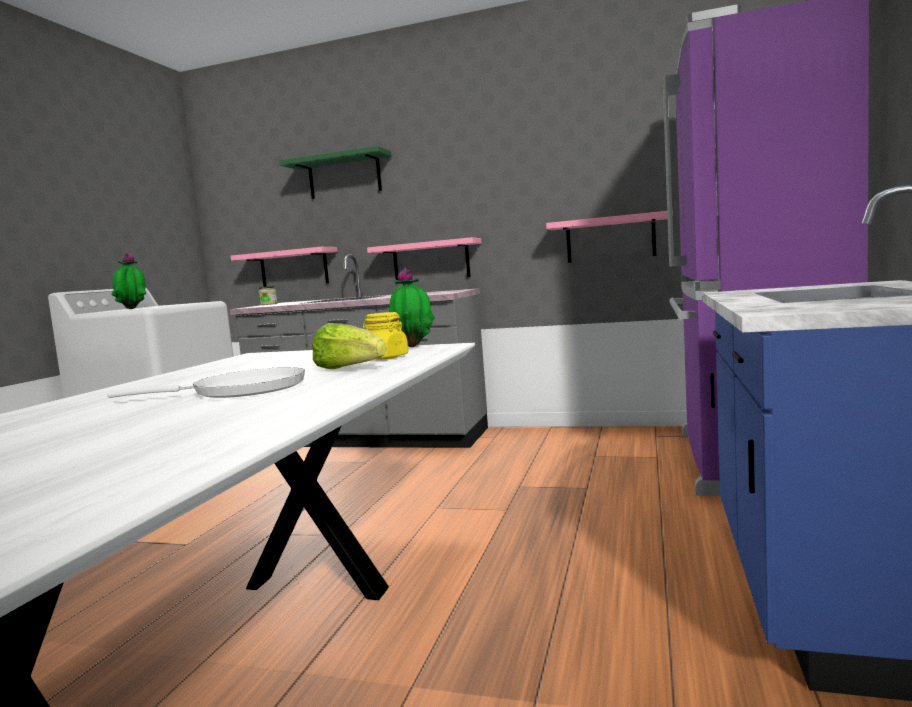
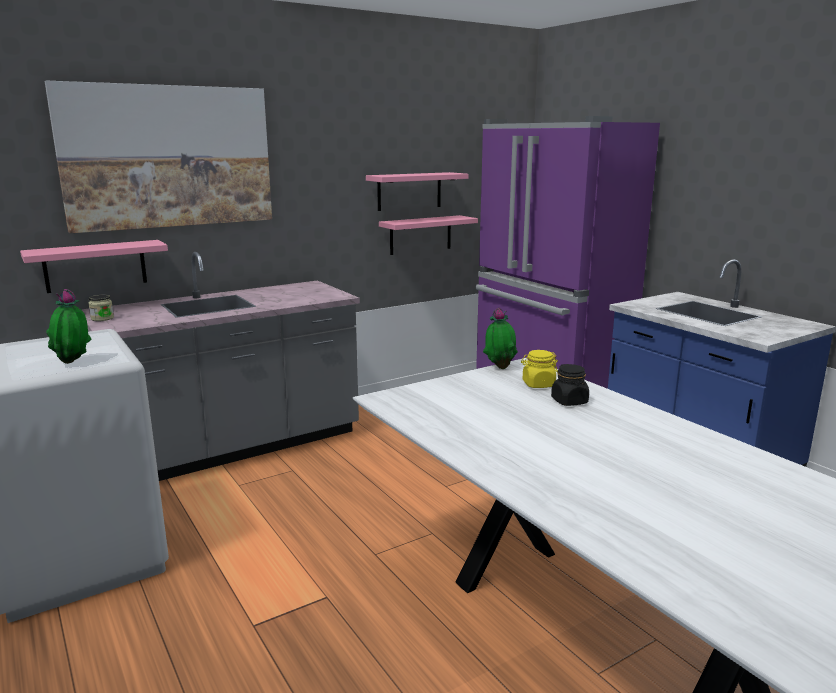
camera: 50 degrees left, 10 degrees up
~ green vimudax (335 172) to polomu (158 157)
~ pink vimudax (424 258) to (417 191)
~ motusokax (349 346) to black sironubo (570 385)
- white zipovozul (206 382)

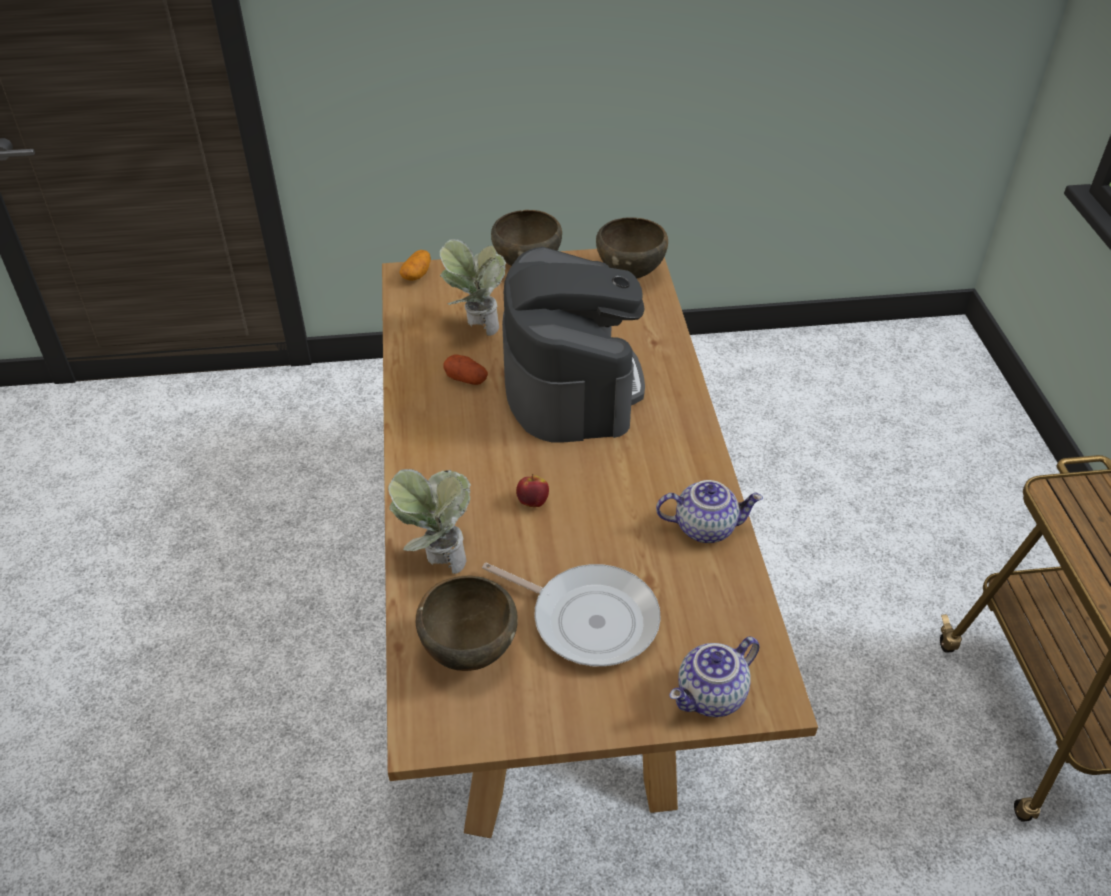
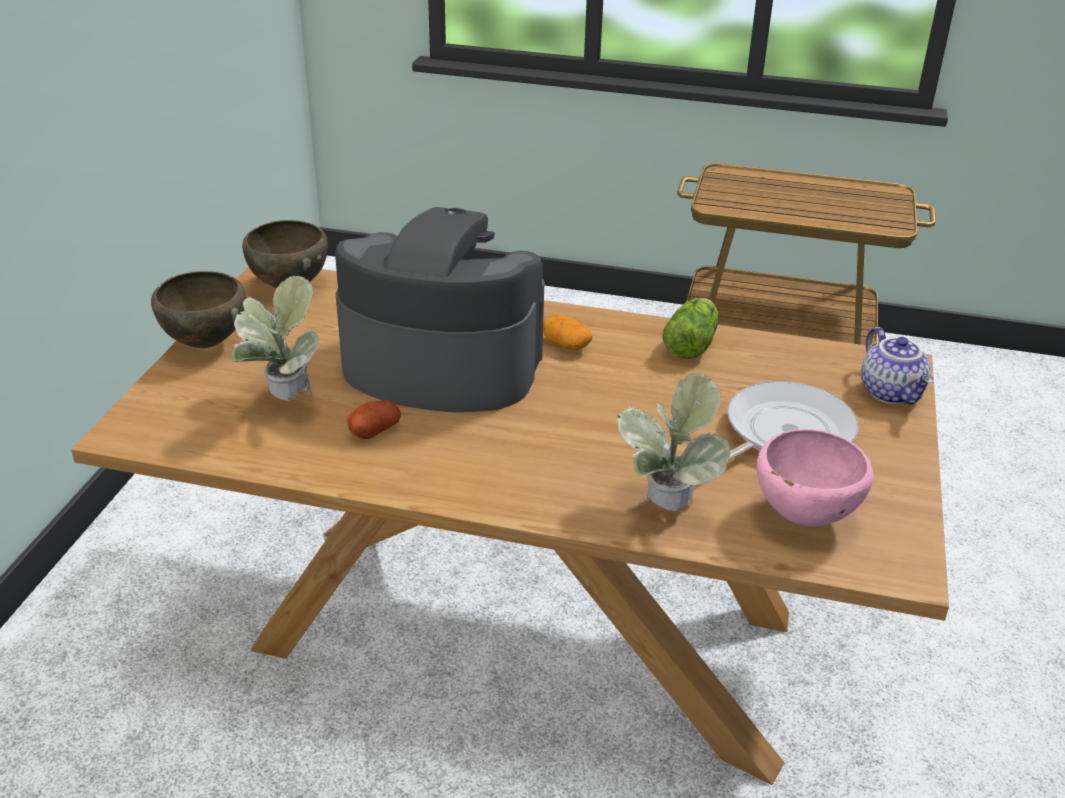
camera: 70 degrees left, 10 degrees down
~ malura (415 265) to (568 332)
- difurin (532 490)
~ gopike (709 511) to motusokax (690 328)
~ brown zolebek (467 623) to pink zolebek (815 477)

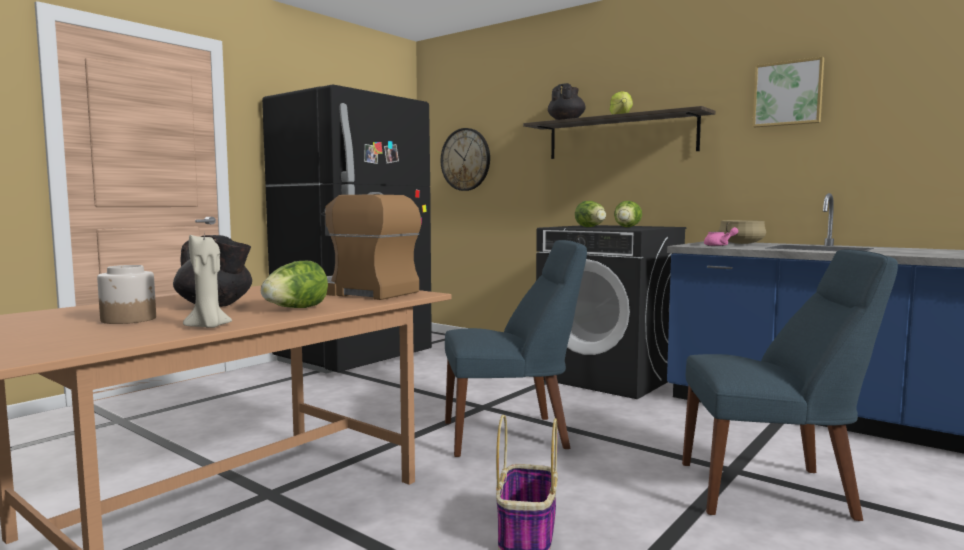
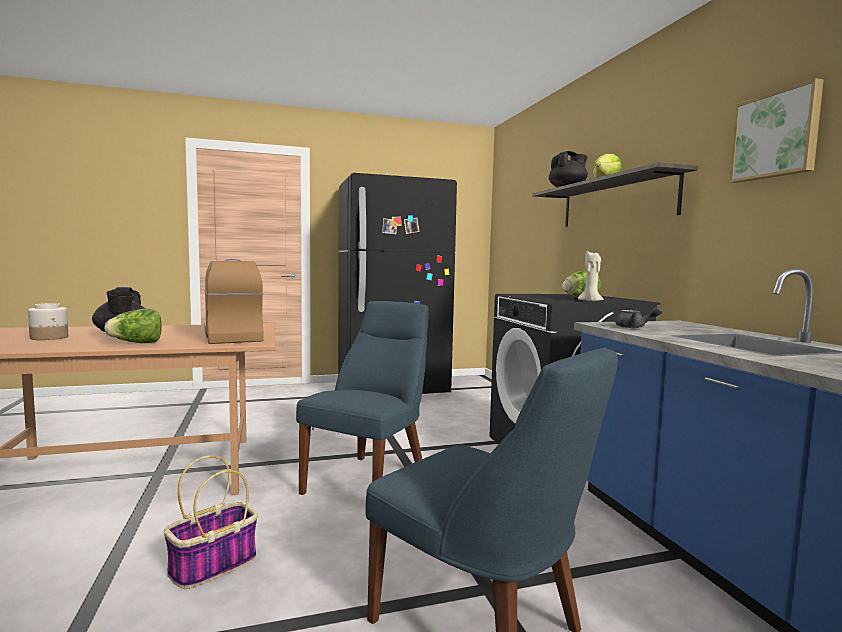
camera: 35 degrees right, 0 degrees up
- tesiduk (465 159)
- motusokax (590 214)
- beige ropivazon (742 232)
~ pink gopike (721 236) to grey gopike (639 317)
~ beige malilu (207 281) to (590 276)
~ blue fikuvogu (516 348) = (362 398) 90 degrees counterclockwise

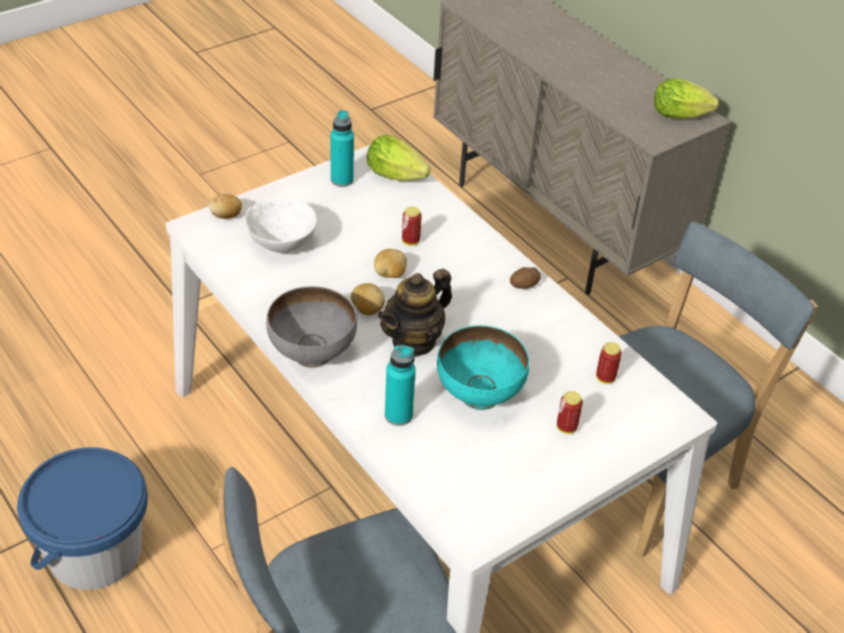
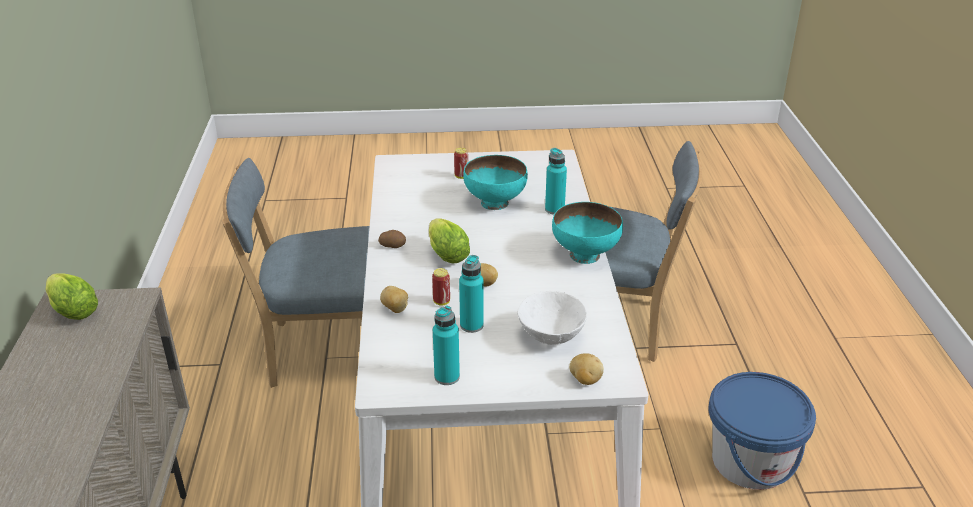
camera: 145 degrees left, 10 degrees down
~ motusokax (399 158) to (449 241)
- gopike (415 313)
~ malura (368 299) to (394 299)
~ grey zolebek (311 327) to turquoise zolebek (587 233)
- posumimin (609 363)
+ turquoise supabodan (471 294)

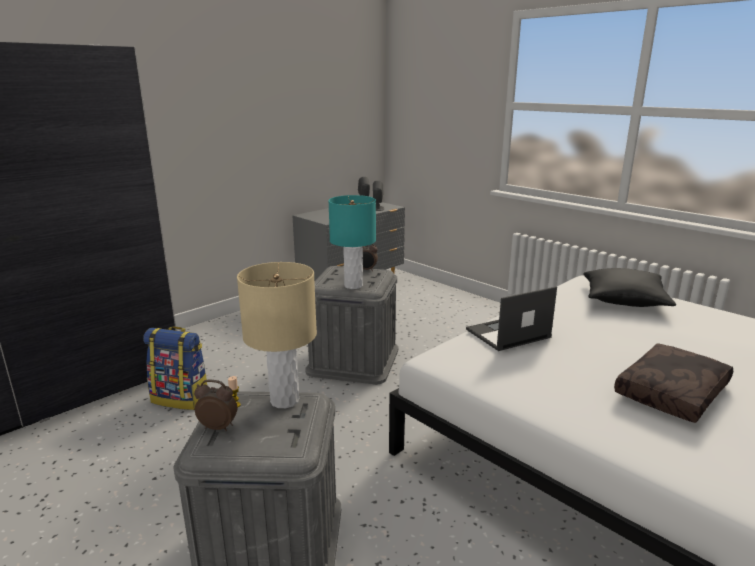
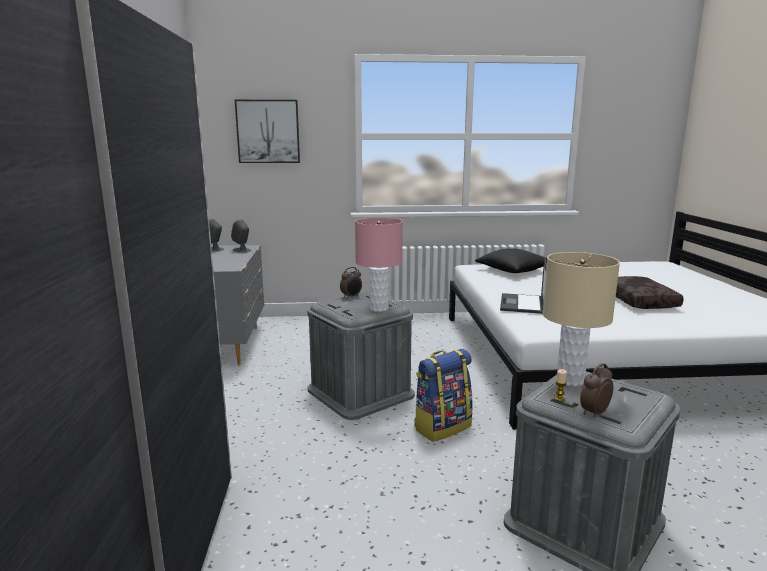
camera: 50 degrees left, 5 degrees down
~ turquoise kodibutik (352 242) to pink kodibutik (379 265)
~ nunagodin (175 368) to (443 395)
+ polomu (267 131)

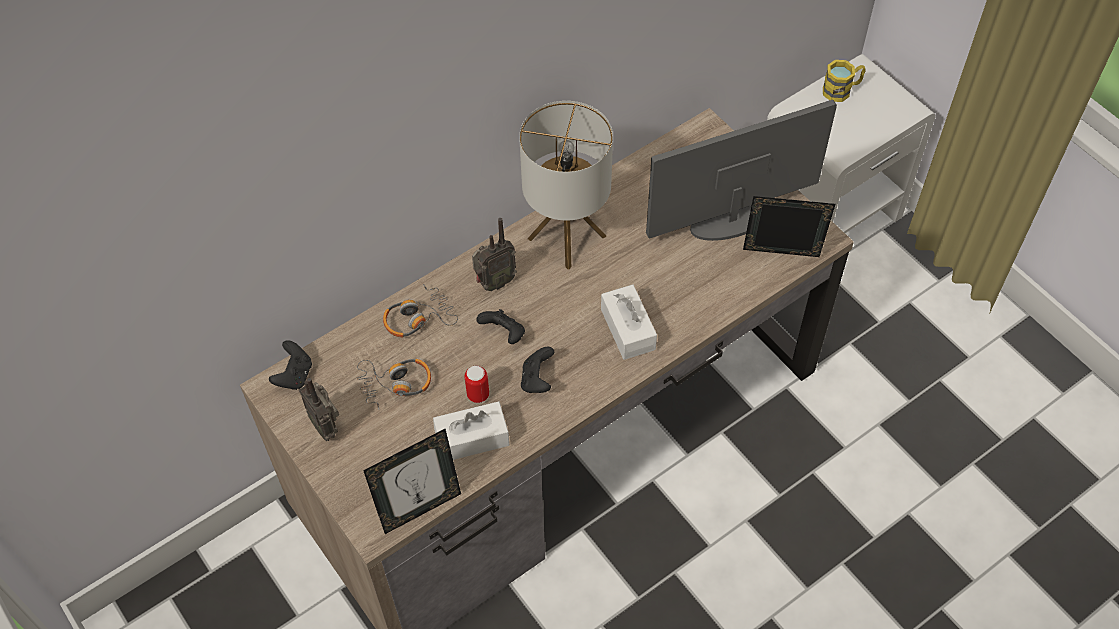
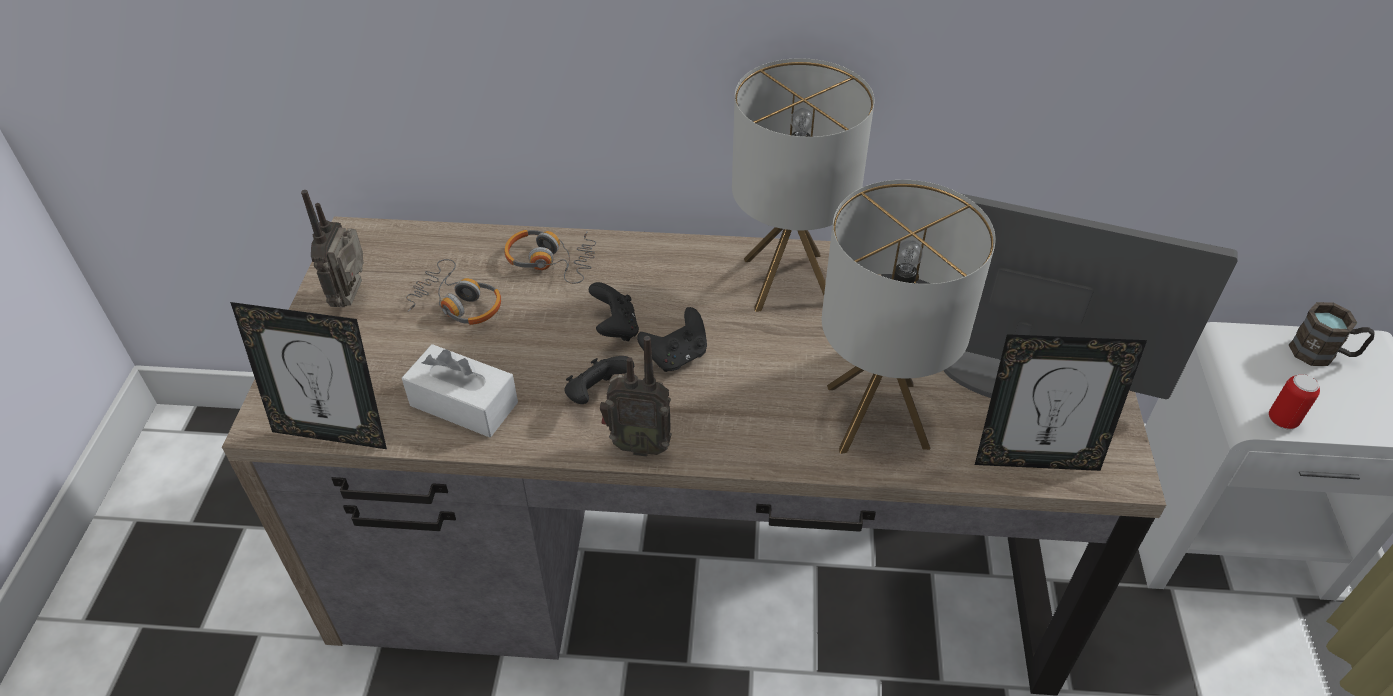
camera: 40 degrees right, 10 degrees down
~ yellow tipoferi (844 81) to brown tipoferi (1332 334)
~ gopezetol (789 226) = (1061 402) 135 degrees clockwise
~ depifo (494 254) to (636 396)
- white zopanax (629 322)
~ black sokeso (290 365) to (672 339)
~ posumimin (477 384) to (1294 401)
+ kodibutik (909 317)

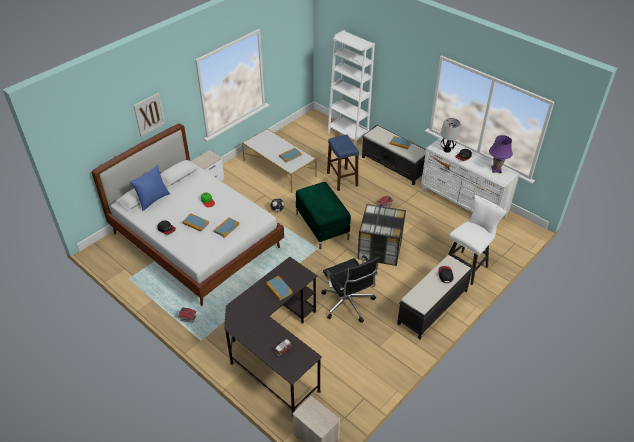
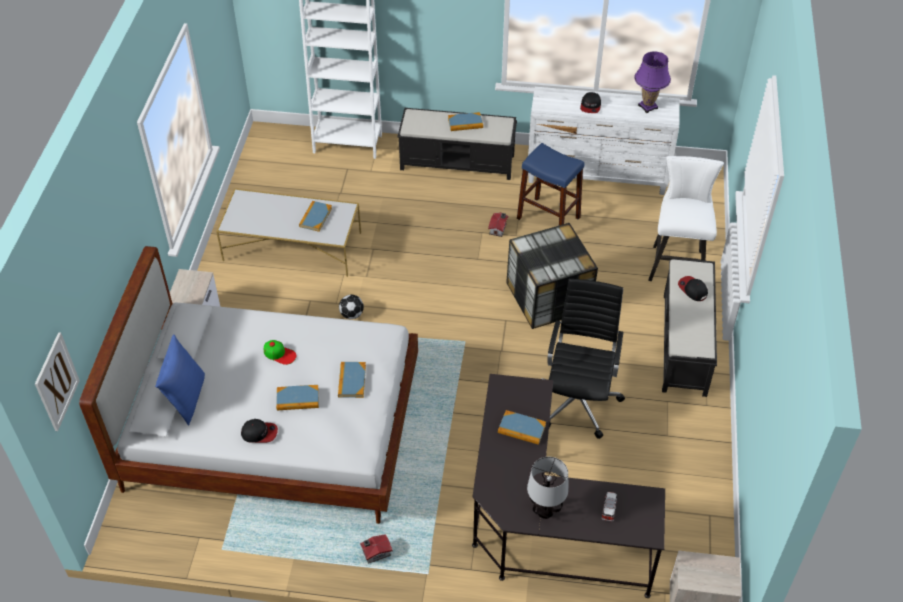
camera: 35 degrees left, 5 degrees up
~ polomu (149 115) to (57 381)
~ kodibutik (450 135) to (548 488)
~ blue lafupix (343 163) to (550 184)
- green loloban (323 215)
~ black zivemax (350 289) = (583 359) 105 degrees counterclockwise

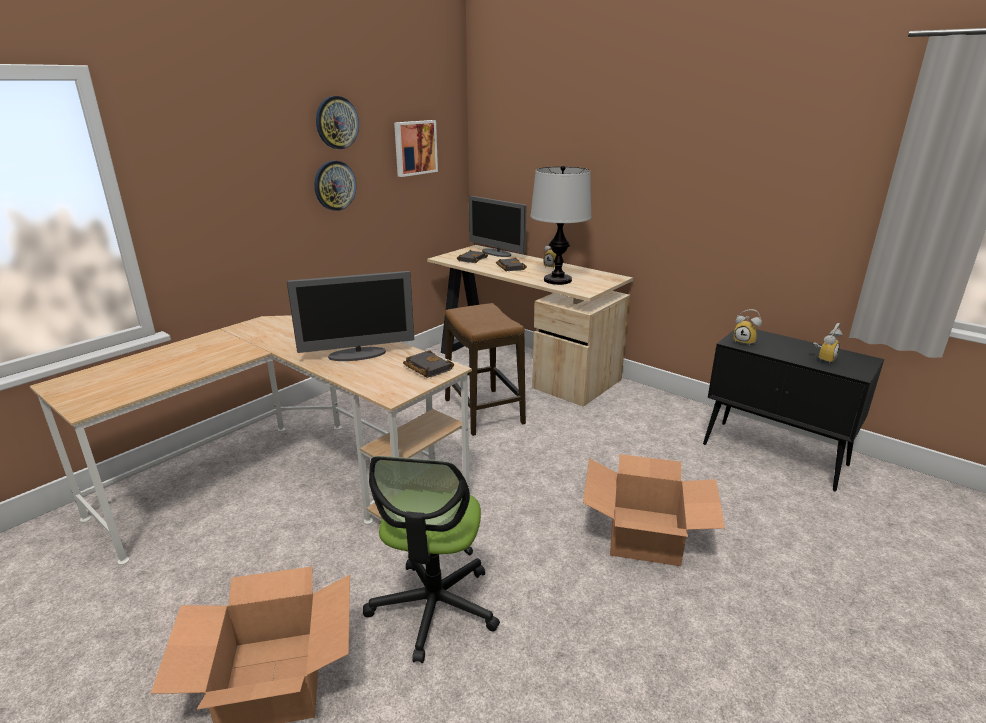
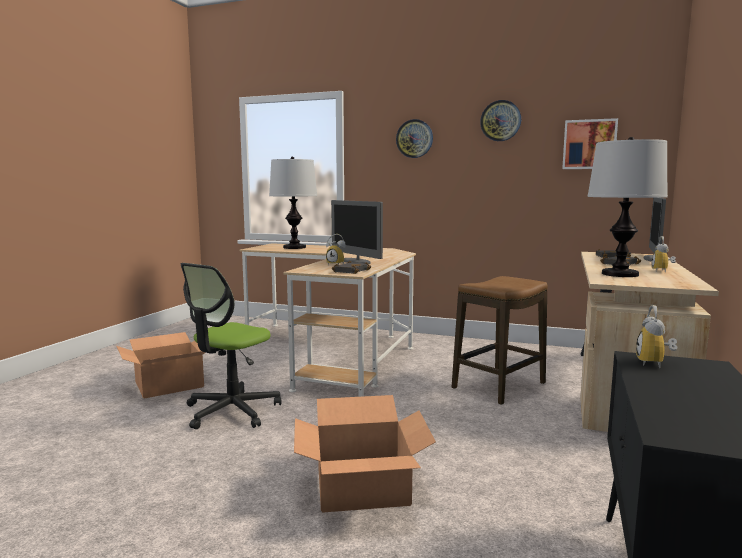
camera: 70 degrees right, 15 degrees down
~ tesiduk (335 186) to (414 138)
~ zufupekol (828 343) to (336 249)
~ zivemax (431 559) = (231 346) 45 degrees counterclockwise
+ kodibutik (293 203)

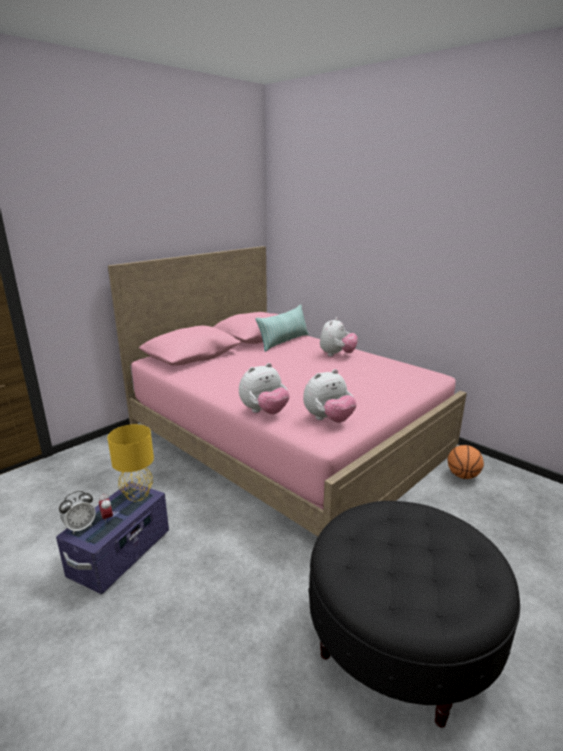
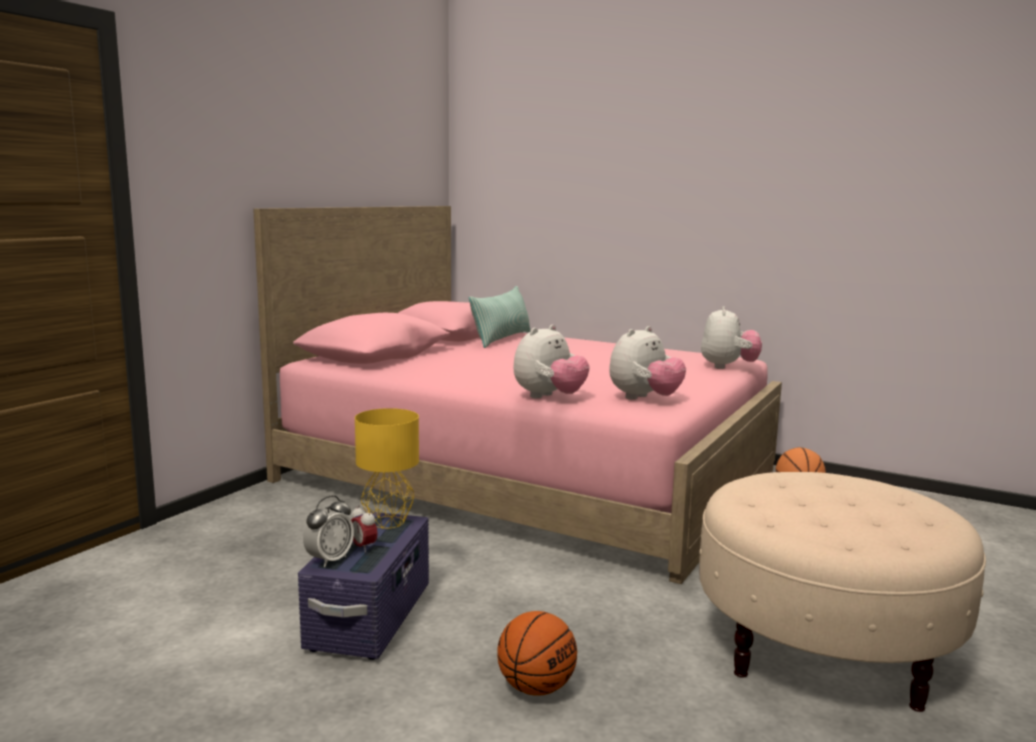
camera: 15 degrees left, 10 degrees down
~ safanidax (339 336) to (731 337)
~ black loloban (414 614) to beige loloban (842 592)
+ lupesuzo (537 653)

